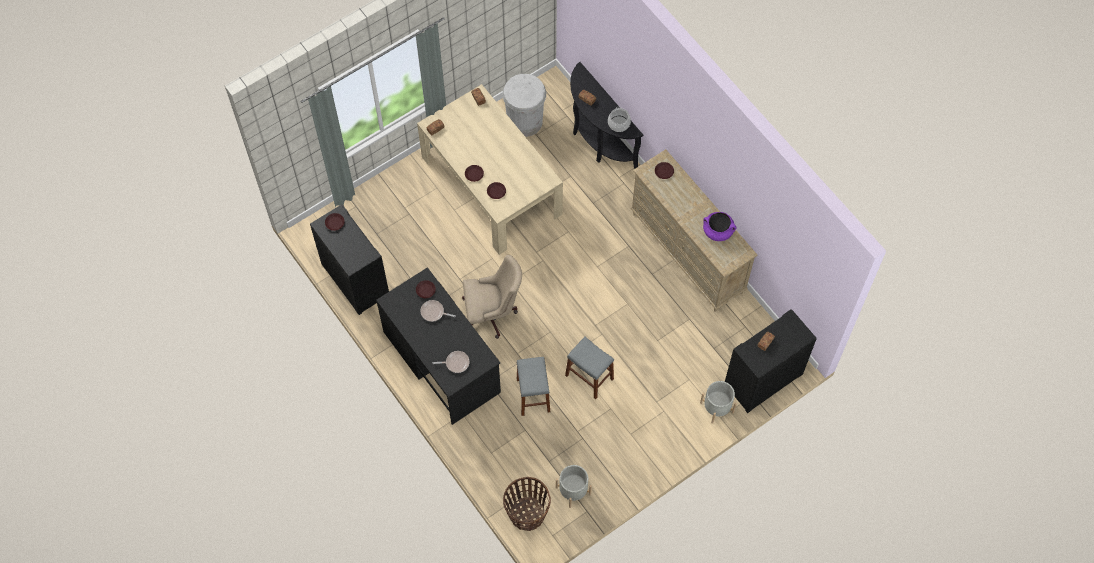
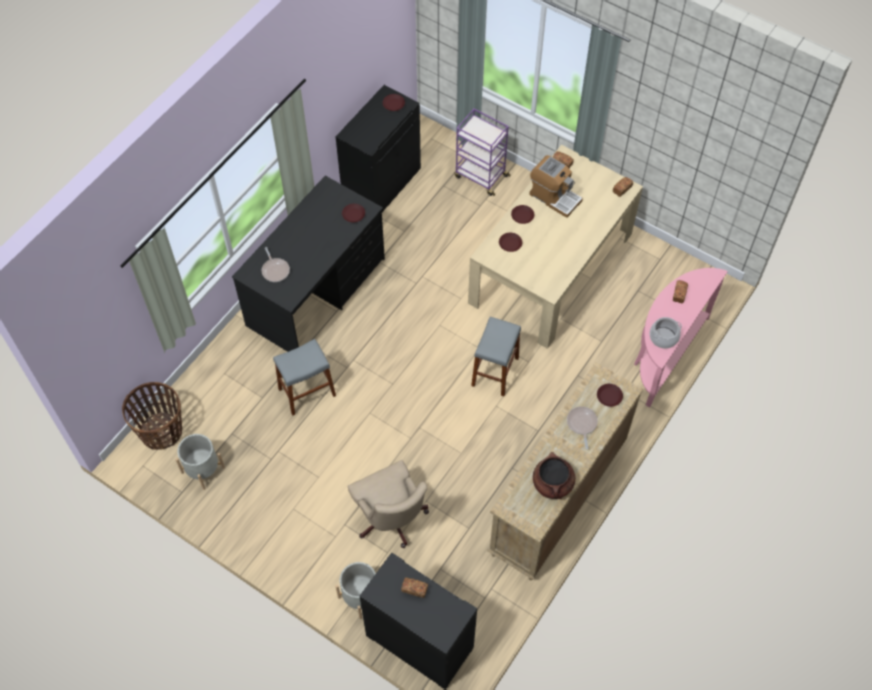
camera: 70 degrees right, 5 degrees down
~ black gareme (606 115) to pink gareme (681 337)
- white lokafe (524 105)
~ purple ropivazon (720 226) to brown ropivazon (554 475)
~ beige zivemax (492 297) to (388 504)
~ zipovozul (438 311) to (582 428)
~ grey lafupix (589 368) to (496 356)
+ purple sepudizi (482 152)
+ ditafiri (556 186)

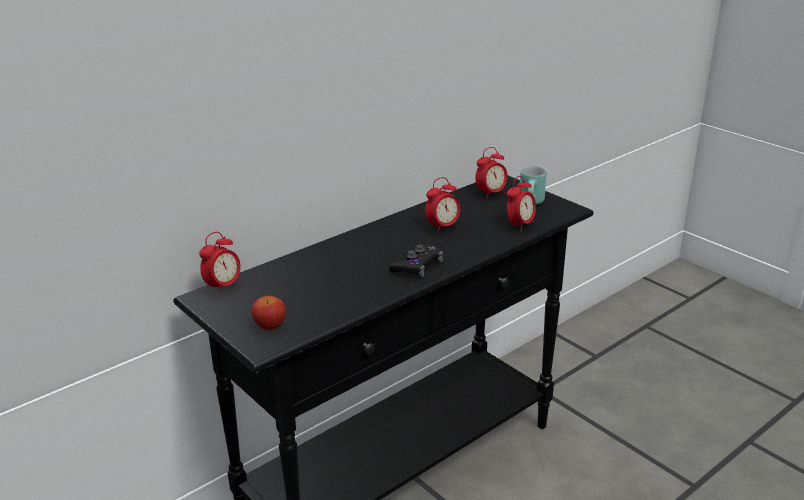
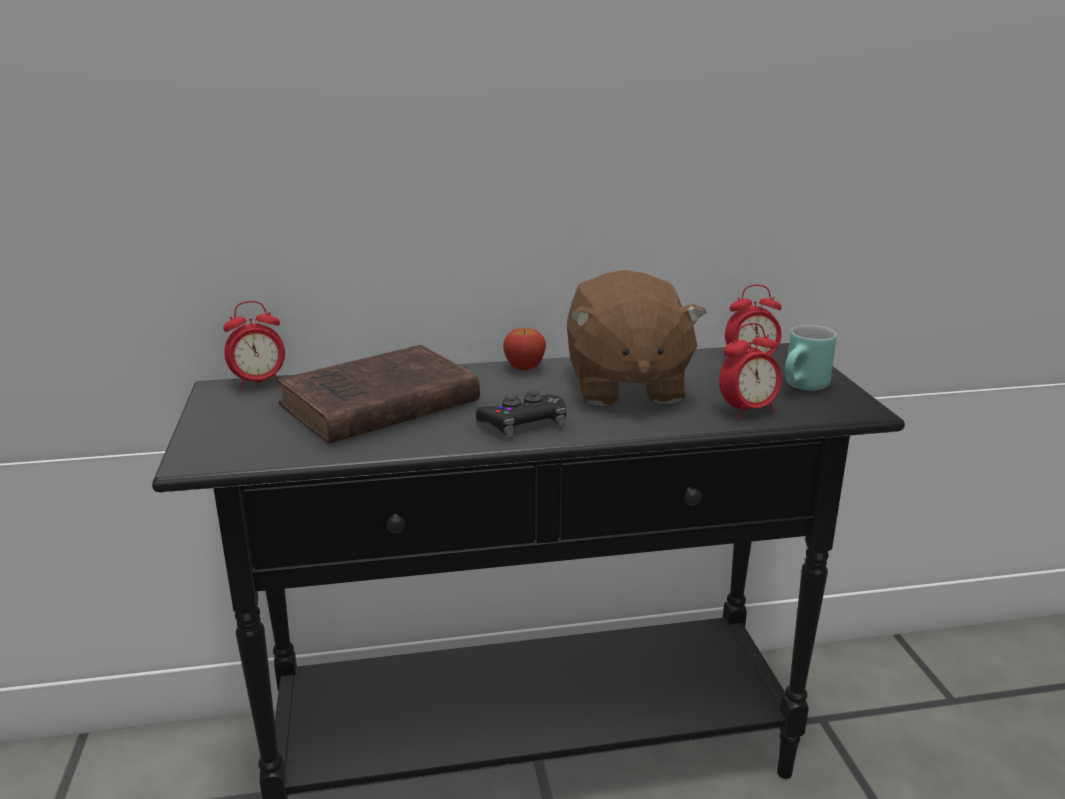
camera: 30 degrees right, 5 degrees down
~ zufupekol (442 205) to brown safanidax (636 338)
~ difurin (269 313) to (524 349)
+ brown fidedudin (378 394)

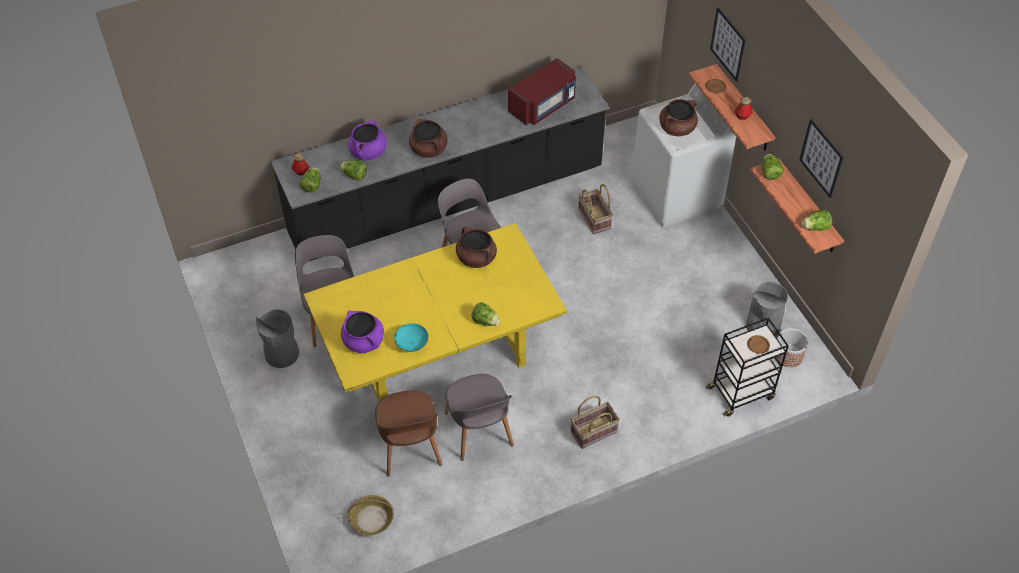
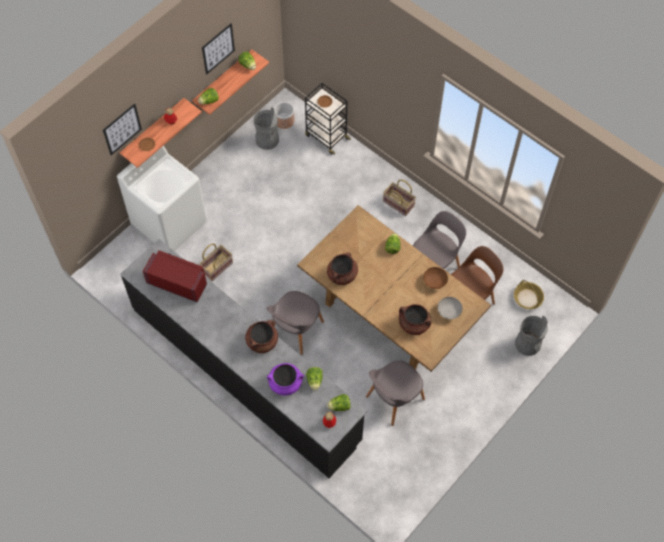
camera: 115 degrees left, 10 degrees up
~ brown ropivazon (678 117) to (415 319)
~ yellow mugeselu (435 312) to brown mugeselu (394 288)
~ grey lokafe (277 338) to (531 336)
~ purple ropivazon (362 331) to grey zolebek (449 308)
~ turquoise zolebek (411 337) to brown zolebek (435 278)

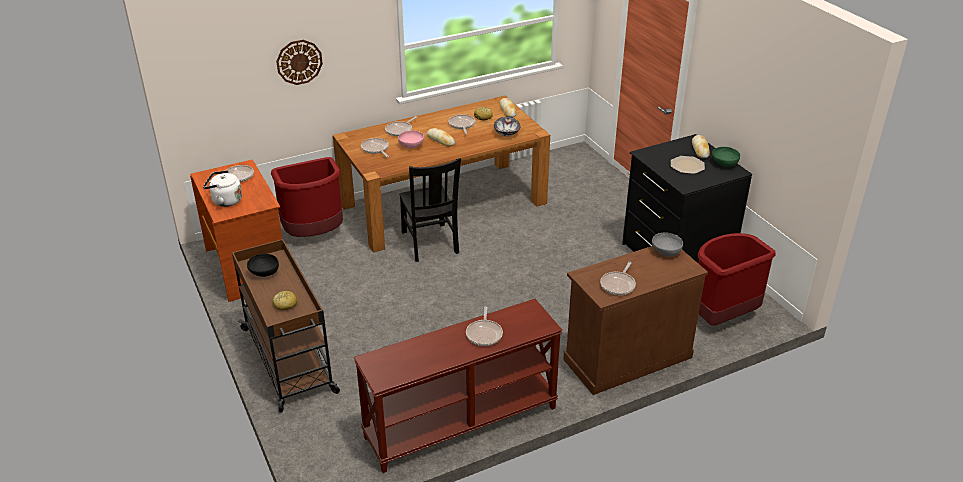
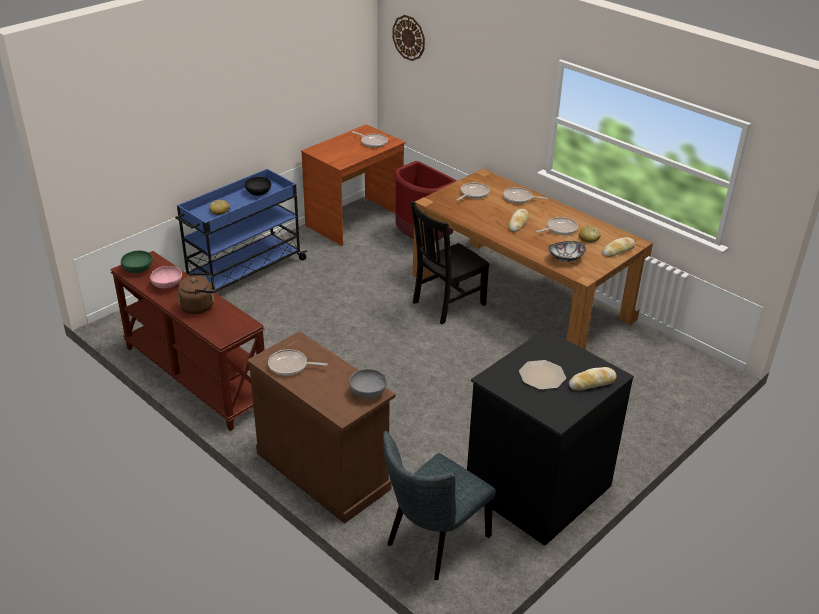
camera: 70 degrees right, 0 degrees up
~ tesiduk (299 62) to (409 38)
~ pink zolebek (411 139) to (166 277)
~ green zolebek (726 157) to (137 261)
- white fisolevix (222 188)
~ red lokafe (736 279) to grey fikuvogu (439 505)
~ brown sepudizi (286 325) to blue sepudizi (241 231)
~ zipovozul (484 326) to brown fisolevix (196 293)

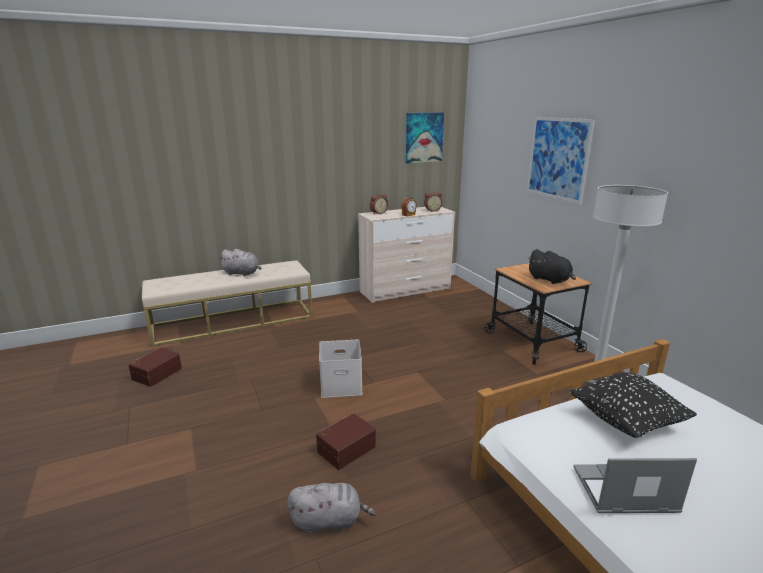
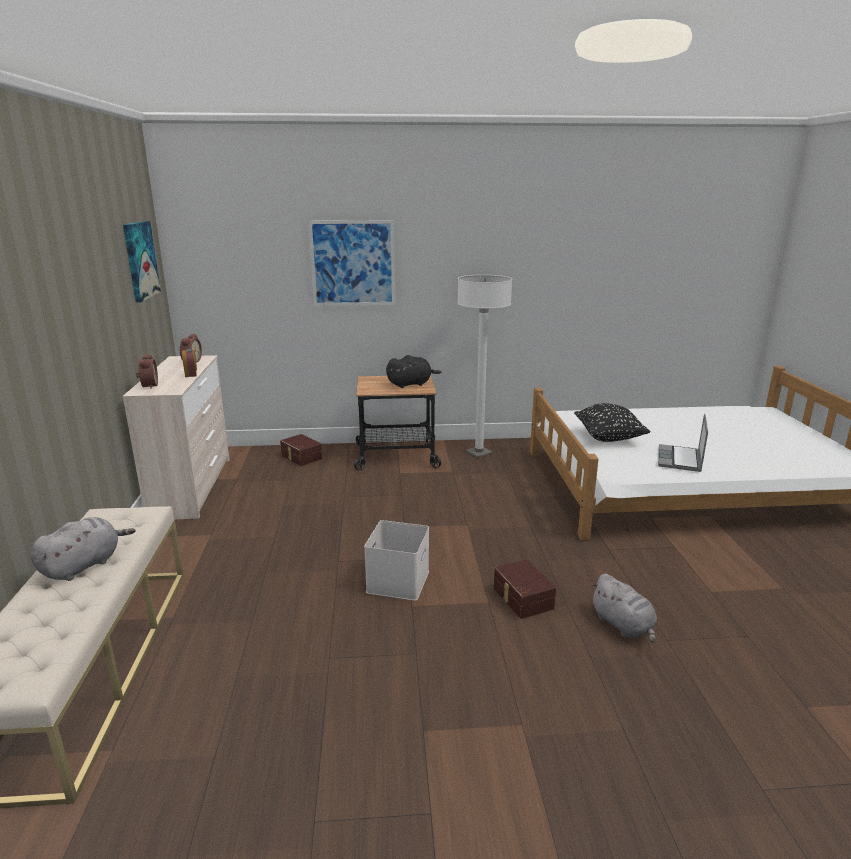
camera: 70 degrees left, 0 degrees up
~ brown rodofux (155 367) to (301 450)
~ grey safanidax (331 508) = (624 608) 135 degrees clockwise

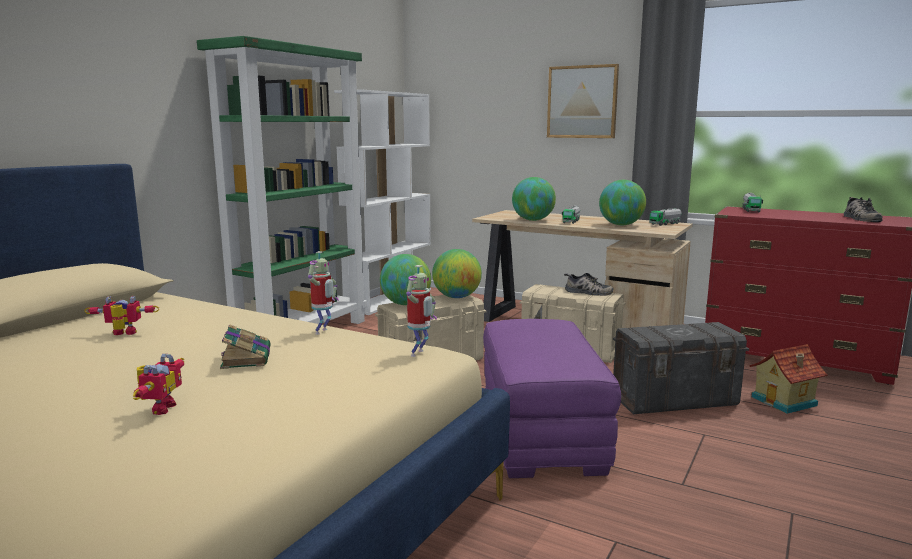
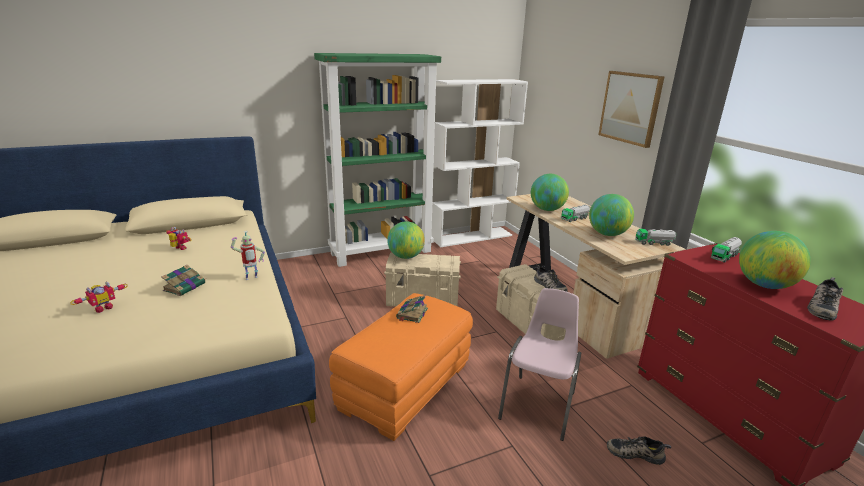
camera: 35 degrees right, 10 degrees up
~ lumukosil (457 273) to (775 260)
- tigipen (421 311)
~ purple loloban (552 398) to orange loloban (401 367)
~ grey rodofux (681 368) to pink fikuvogu (539 364)
~ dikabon (788 379) to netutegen (639 450)
+ fidedudin (412 309)

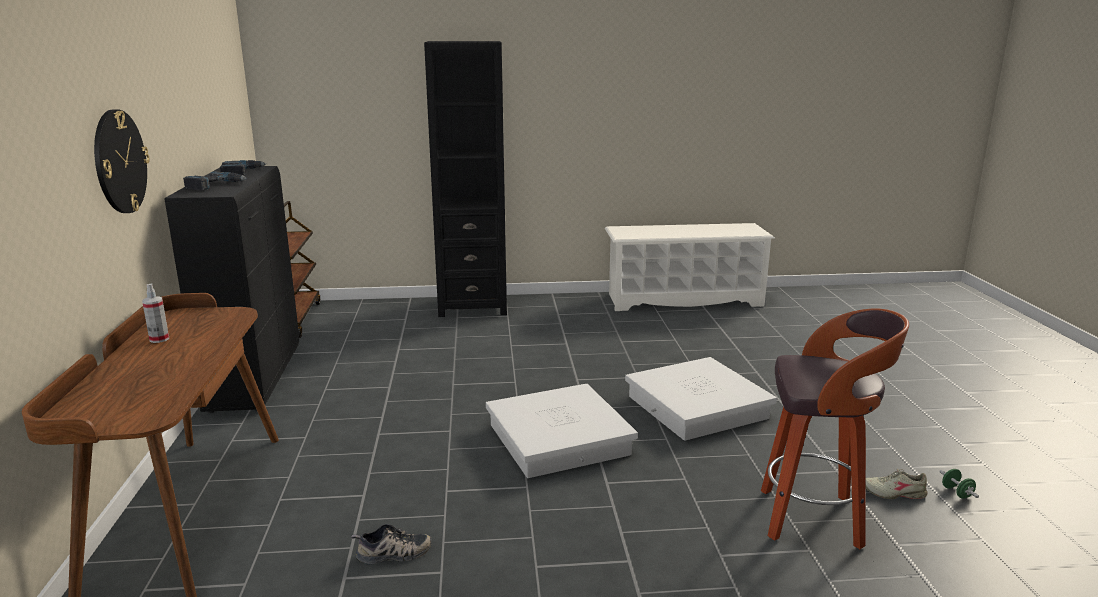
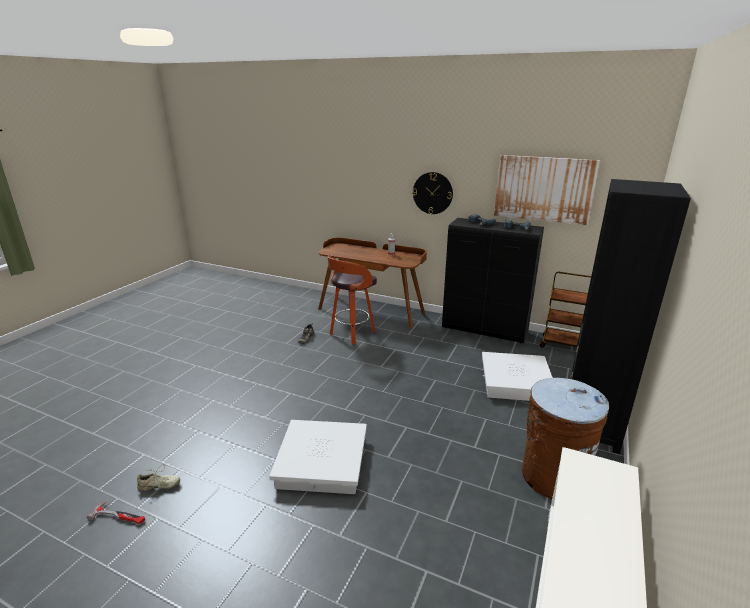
camera: 120 degrees right, 5 degrees up
~ lafupix (835 428) to (352 300)
~ white rodofux (562 431) to (517 376)
~ beige netutegen (896 484) = (158 477) 45 degrees clockwise
~ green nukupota (959 484) to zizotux (116 512)
+ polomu (547 190)
+ brown lokafe (565 438)

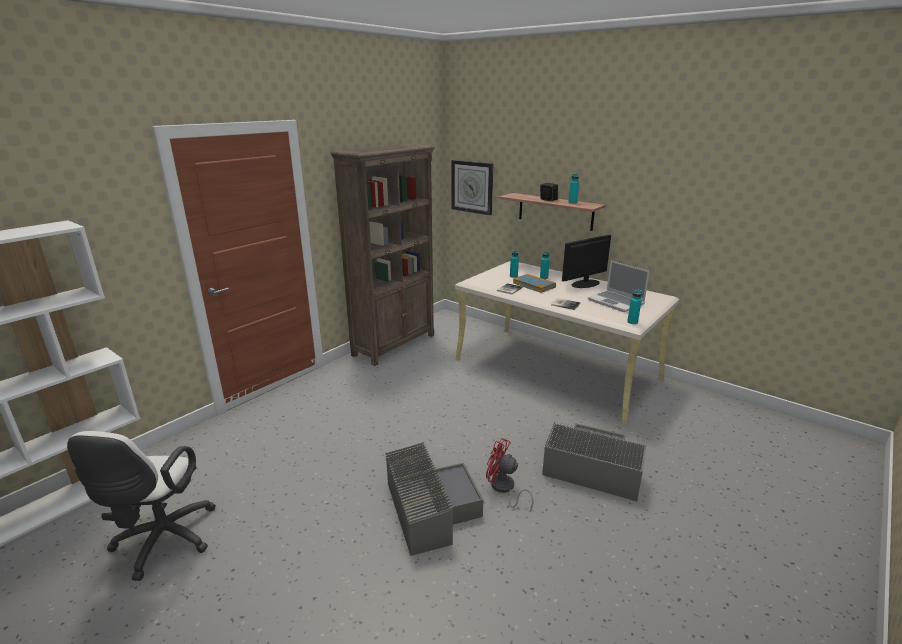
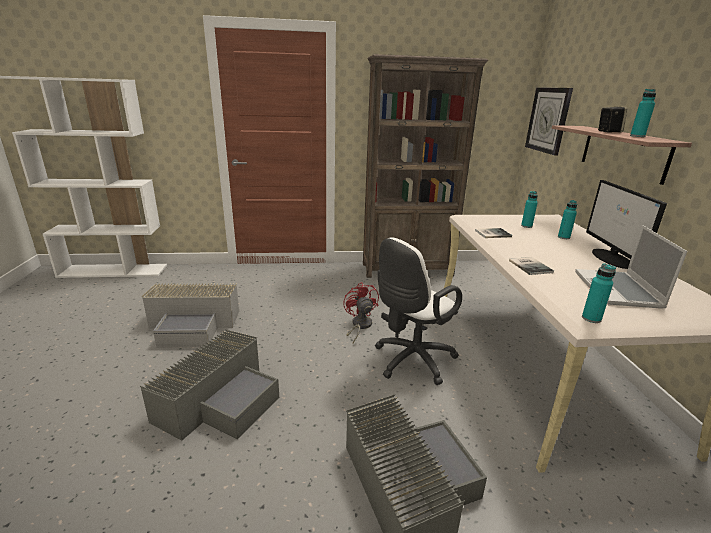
camera: 45 degrees right, 0 degrees up
~ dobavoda (586 261) = (626 224) 105 degrees counterclockwise
- fidedudin (534 283)
~ white zivemax (141 506) to (418 311)
~ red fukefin (510 475) to (361 312)
+ grey rodofux (190 315)

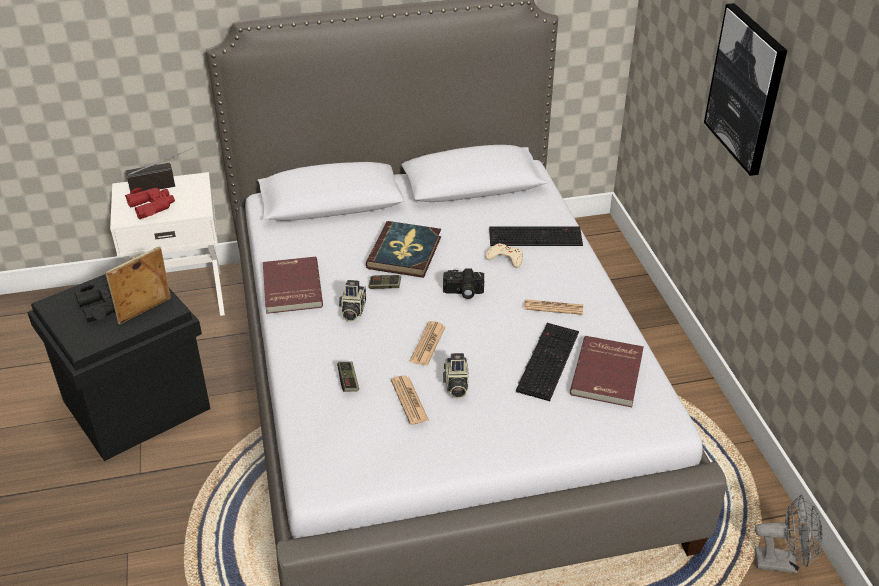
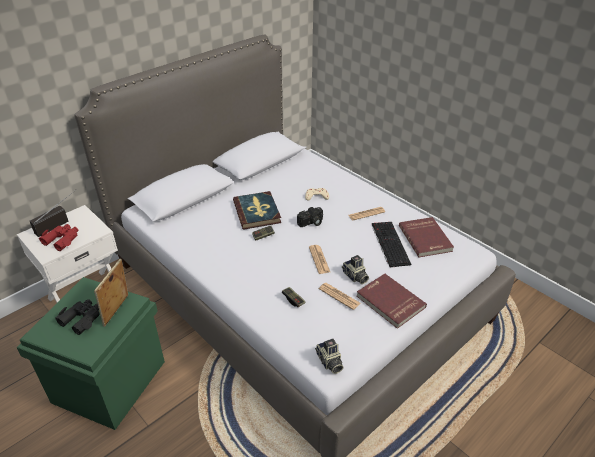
camera: 30 degrees left, 0 degrees up
- polomu (745 89)
- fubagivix (536 236)
~ red fidedudin (293 285) to (392 301)
~ black rodofux (118 367) to green rodofux (91 353)
~ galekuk (352 300) to (329 356)
- grey fukefin (789 533)

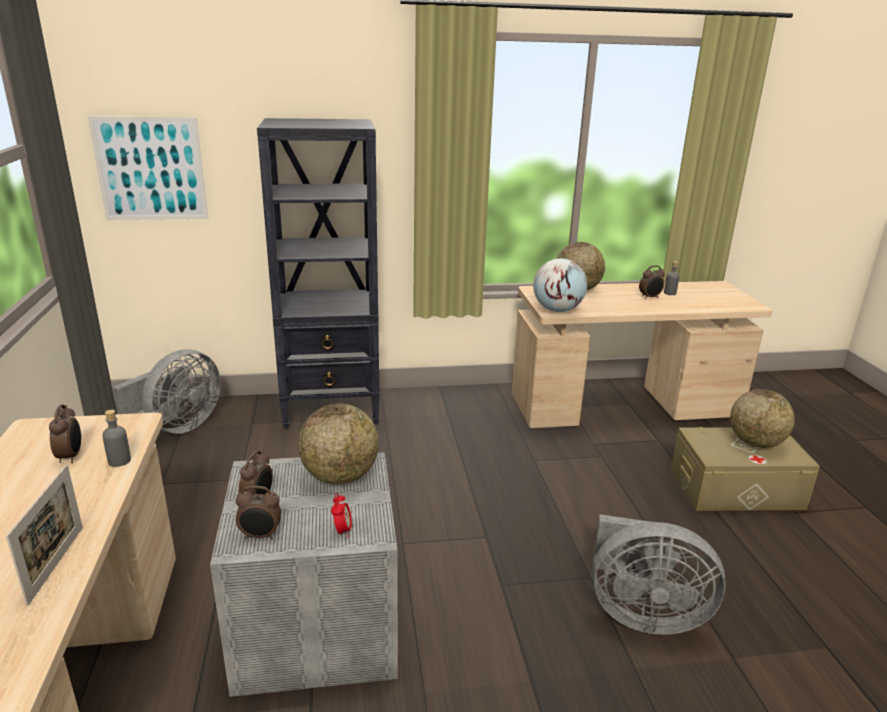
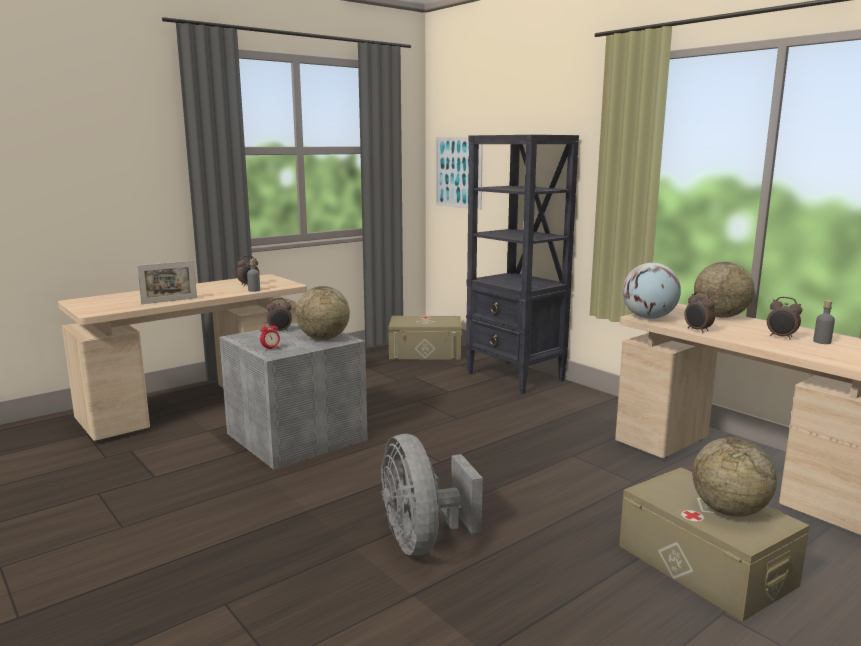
camera: 60 degrees right, 10 degrees down
~ grey fukefin (167 391) to beige rodofux (425 338)
~ zufupekol (258 512) to (699 312)

